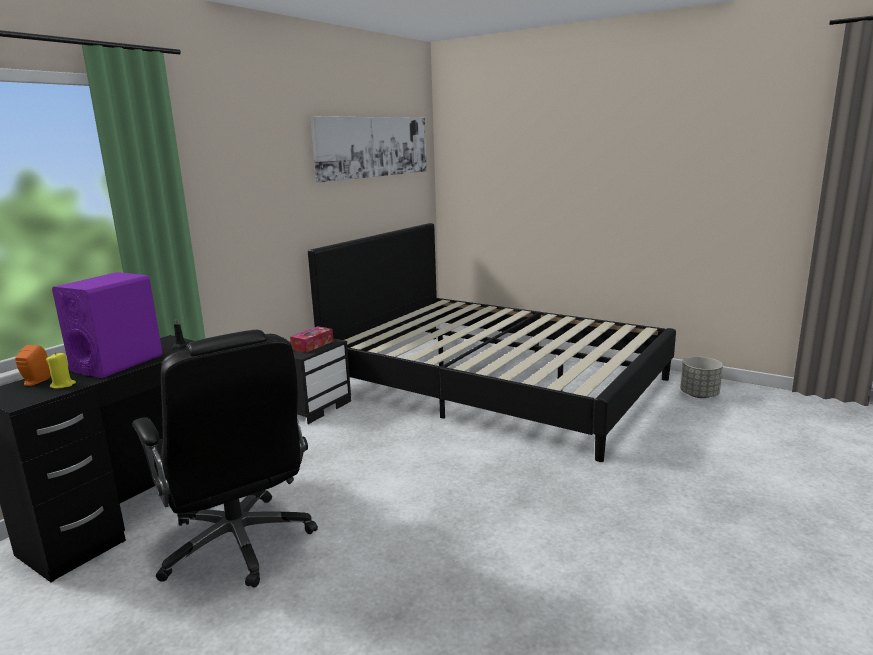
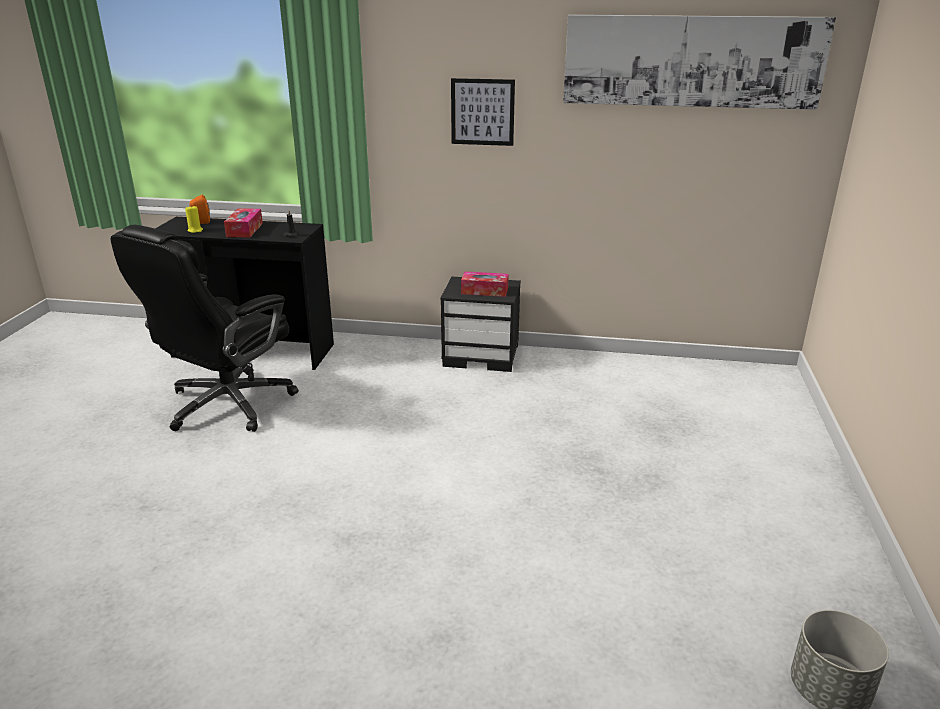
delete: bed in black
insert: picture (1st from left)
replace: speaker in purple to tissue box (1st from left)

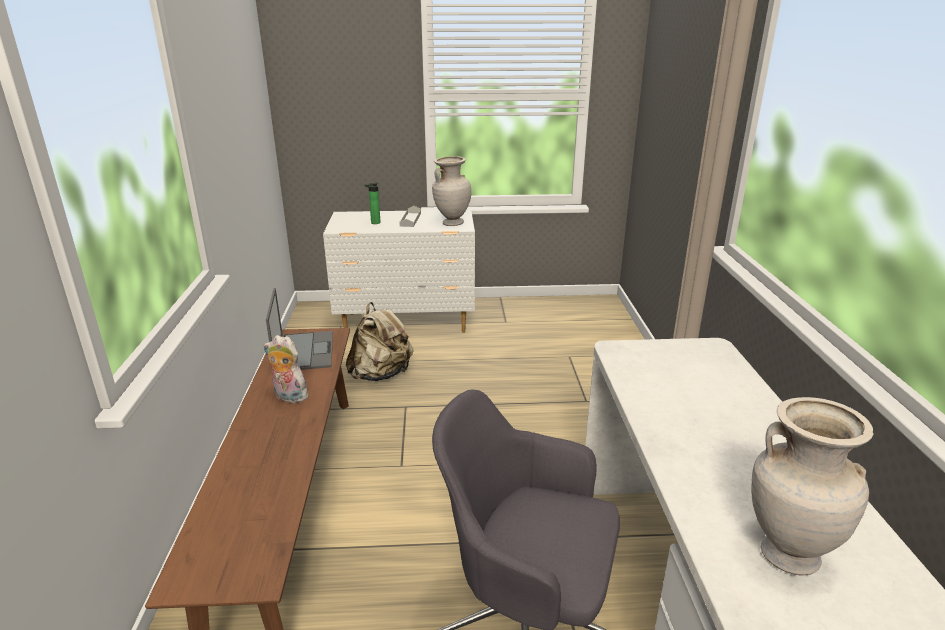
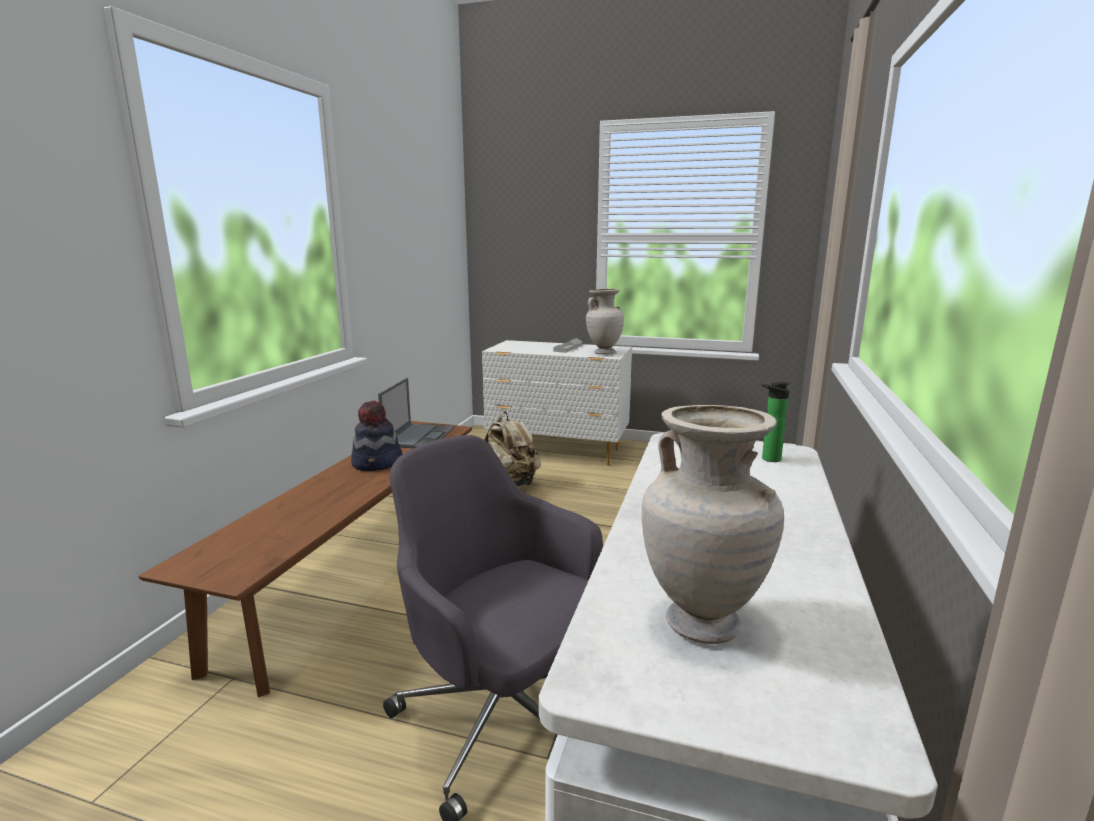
move: bottle
replace: plush toy to hat

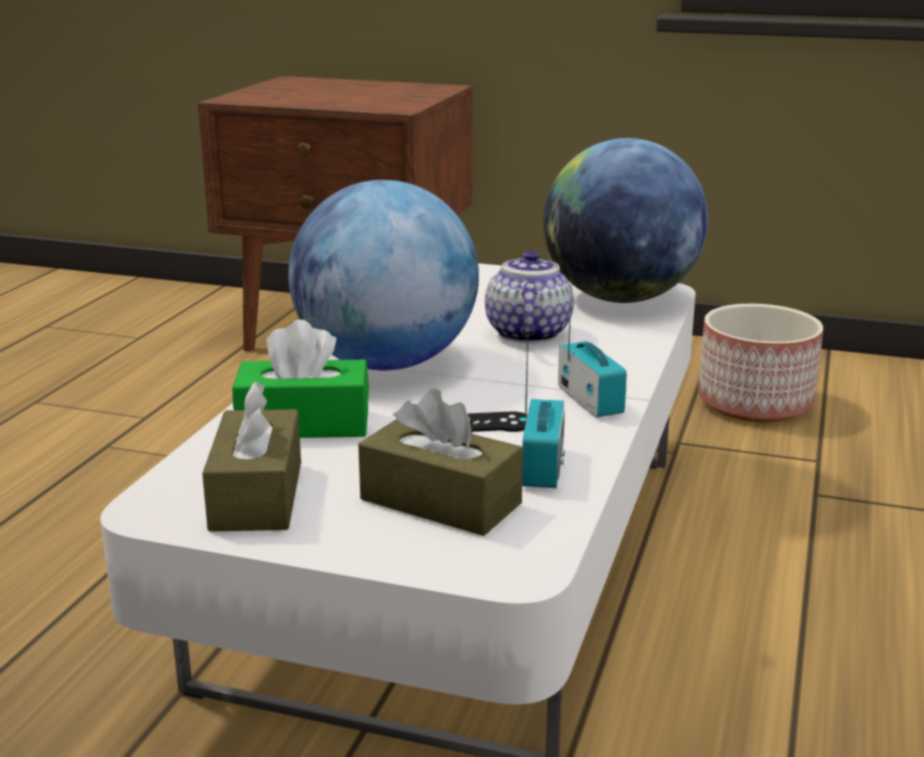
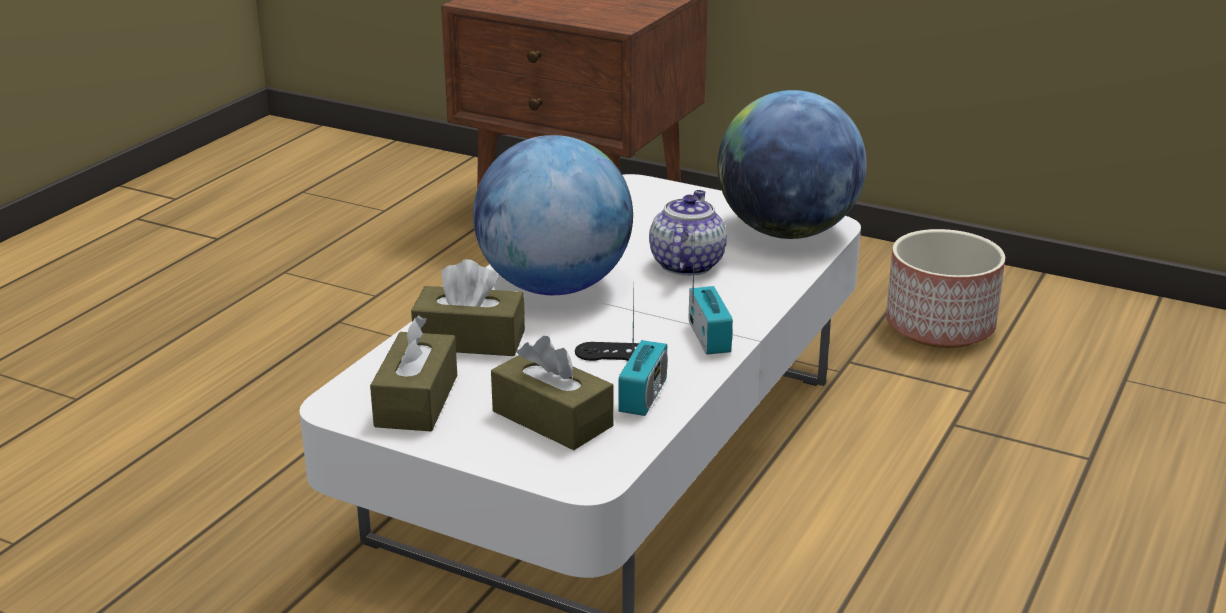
recolor: tissue box in green to tissue box in brown (2nd from left)

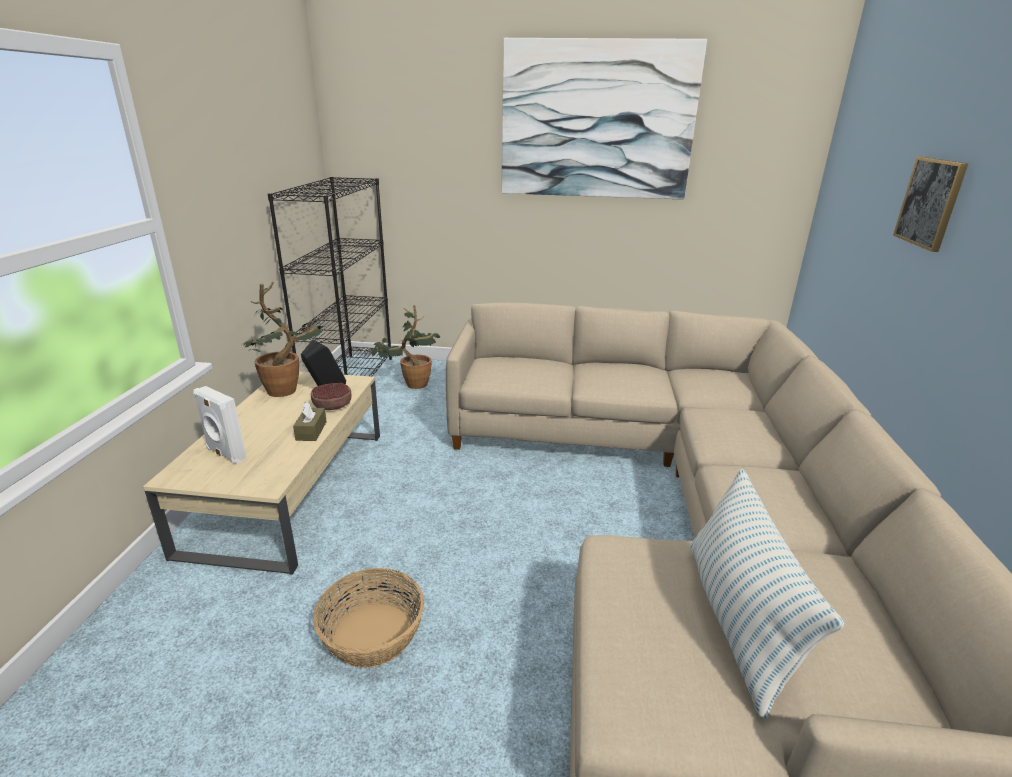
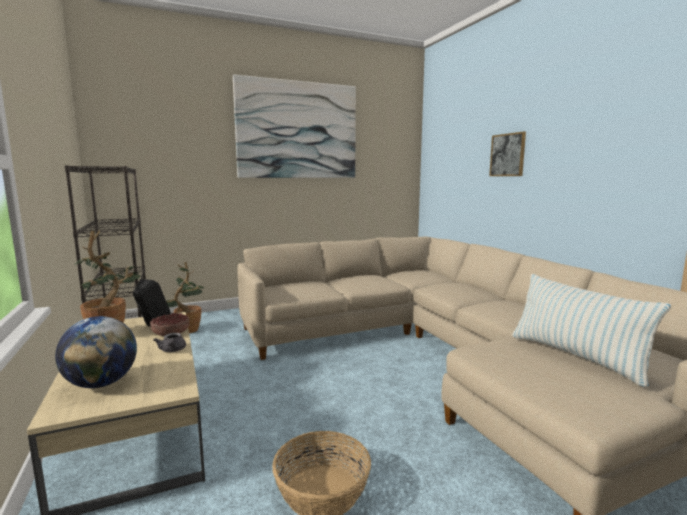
replace: speaker in white to globe; tissue box in brown to teapot in grey

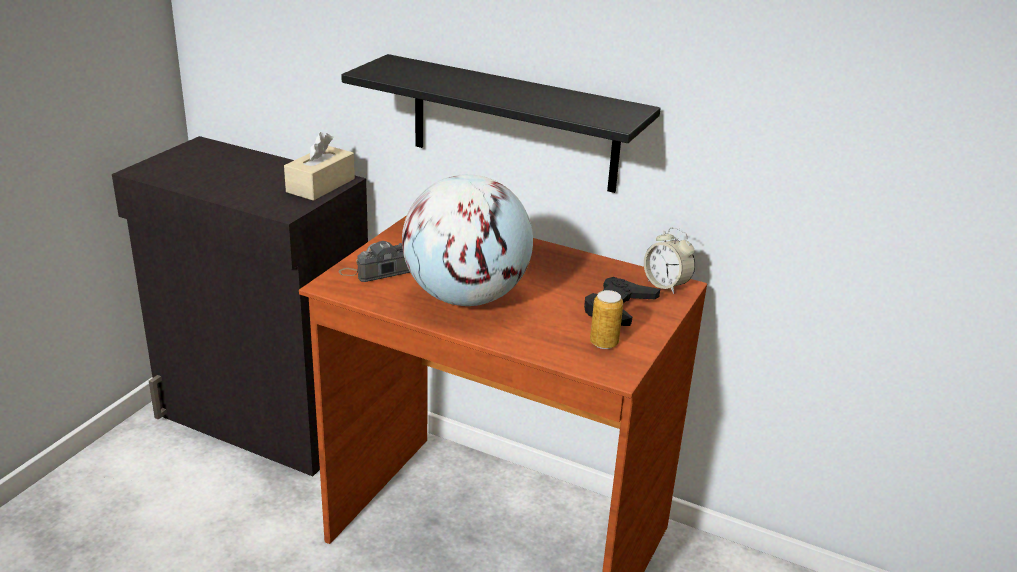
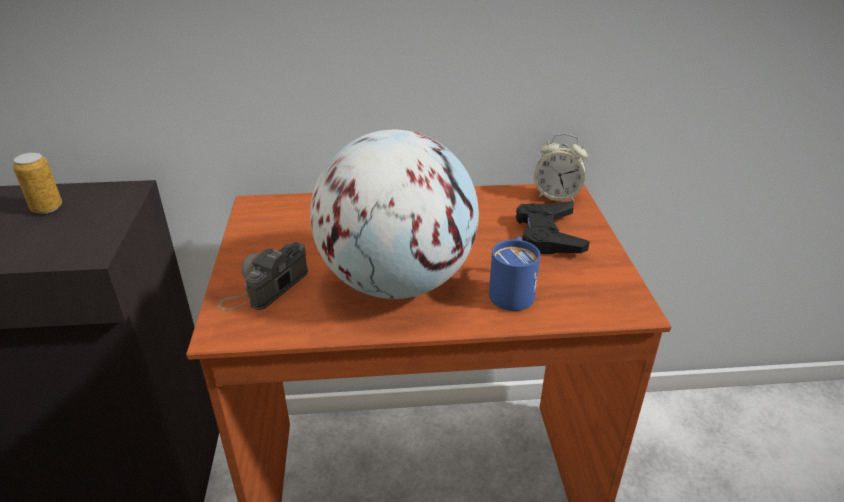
delete: tissue box in beige; shelf in black
insert: mug in blue
move: can

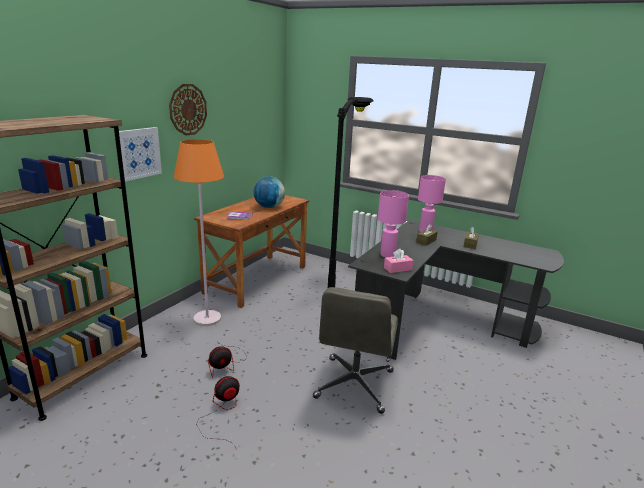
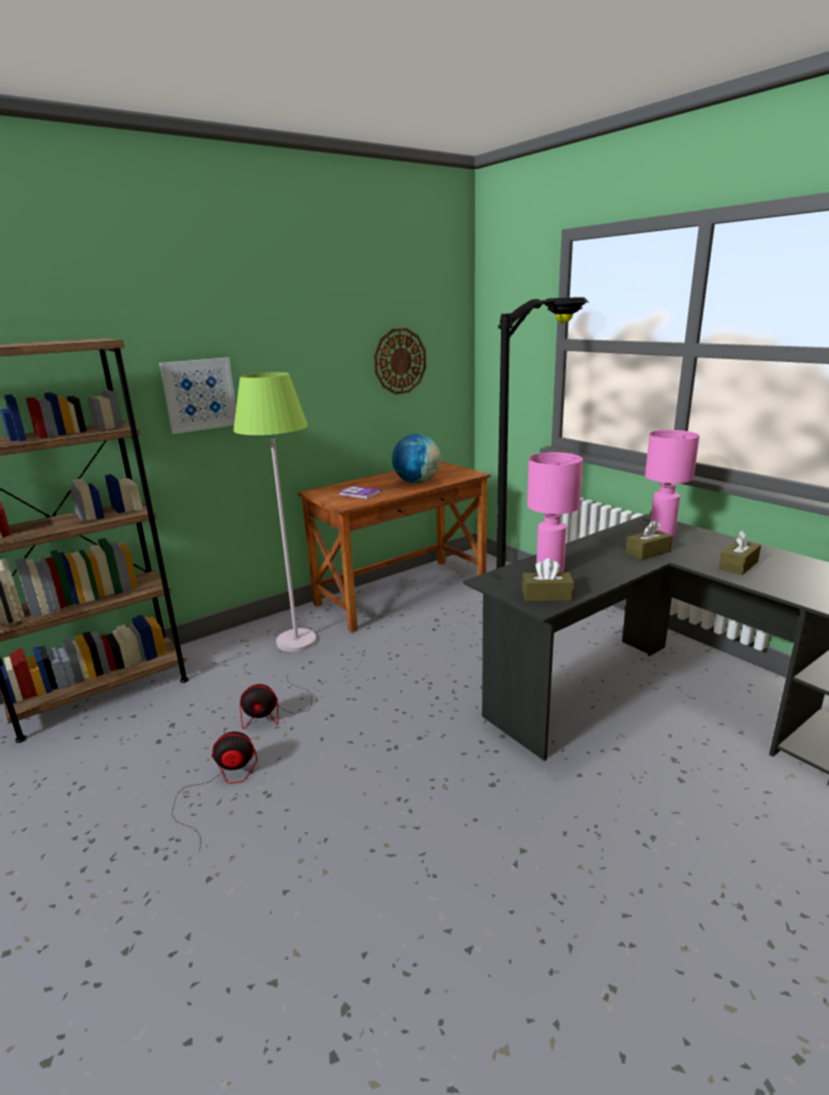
delete: office chair in grey
move: wall clock
recolor: floor lamp in orange to floor lamp in green; tissue box in pink to tissue box in brown (1st from left)

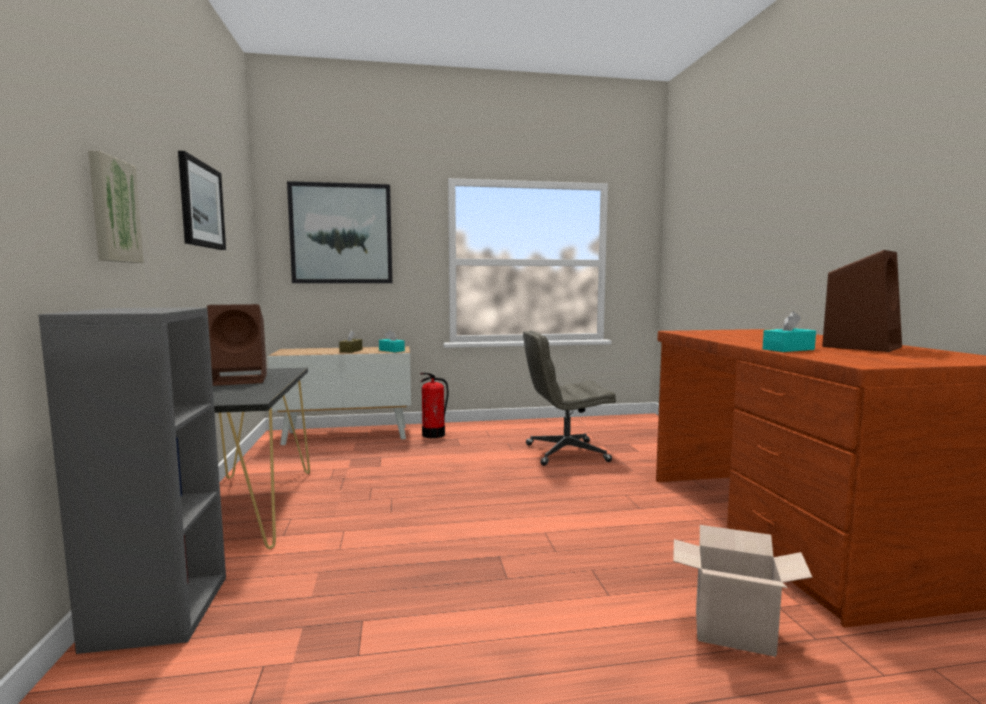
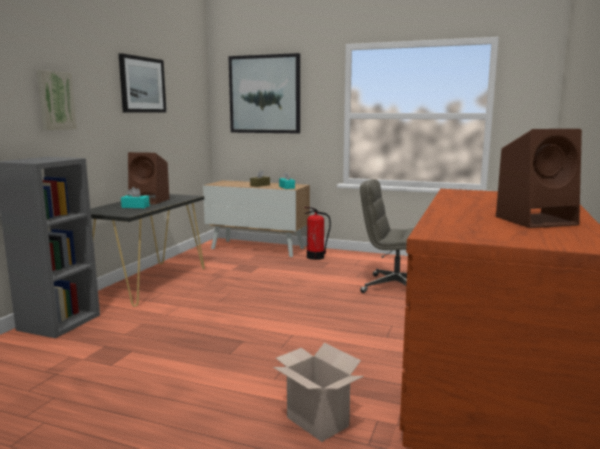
move: tissue box in turquoise (2nd from left in the first image) to tissue box in turquoise (1st from left)

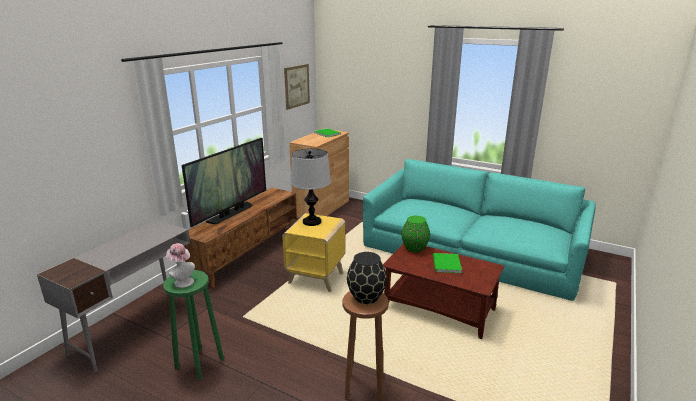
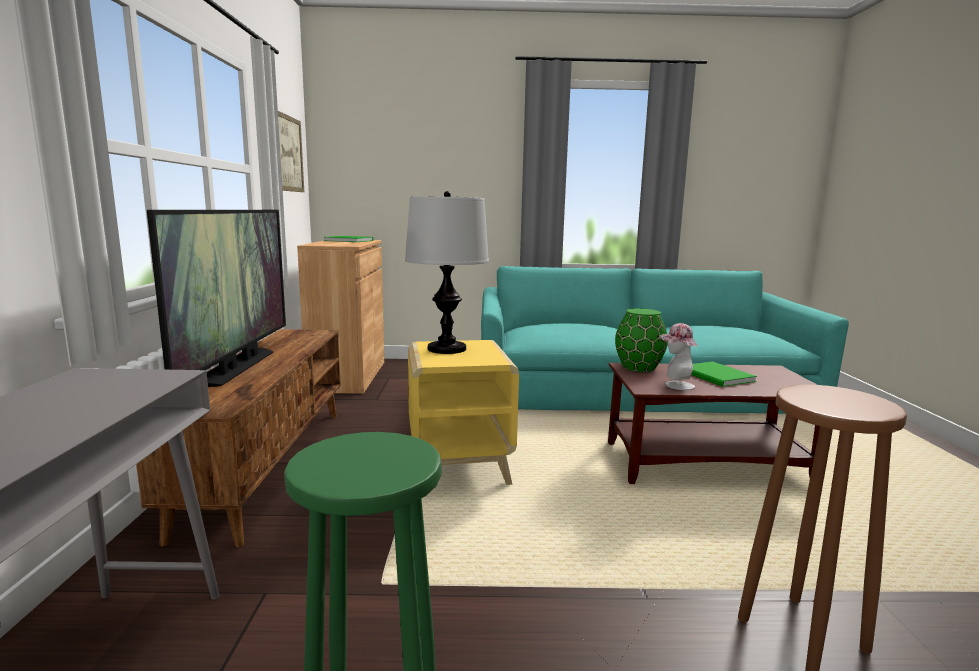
delete: vase in black
move: hat

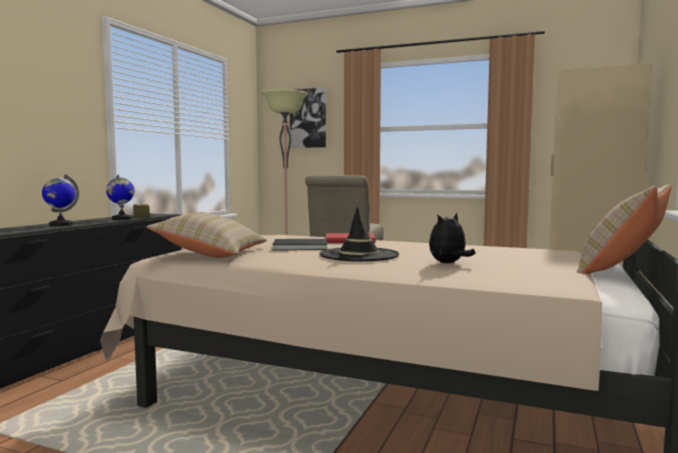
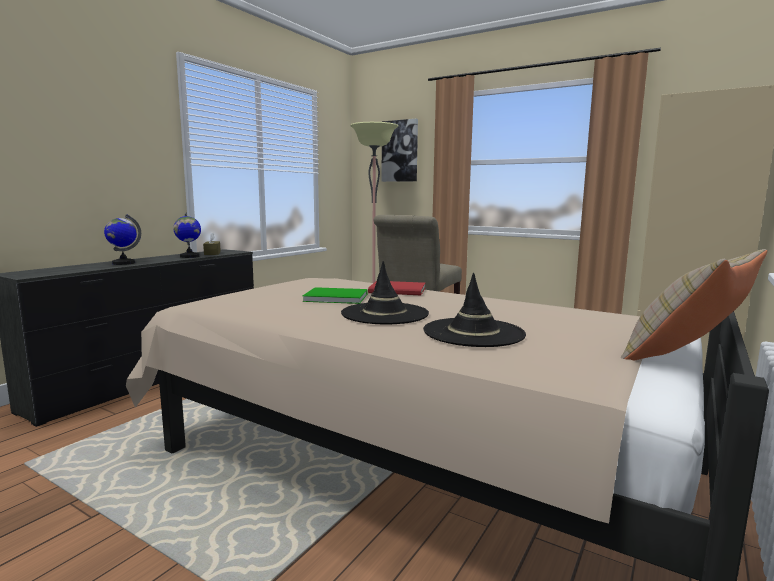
delete: pillow in beige (1st from left)
replace: plush toy to hat in black (2nd from left)
recolor: book in black to book in green

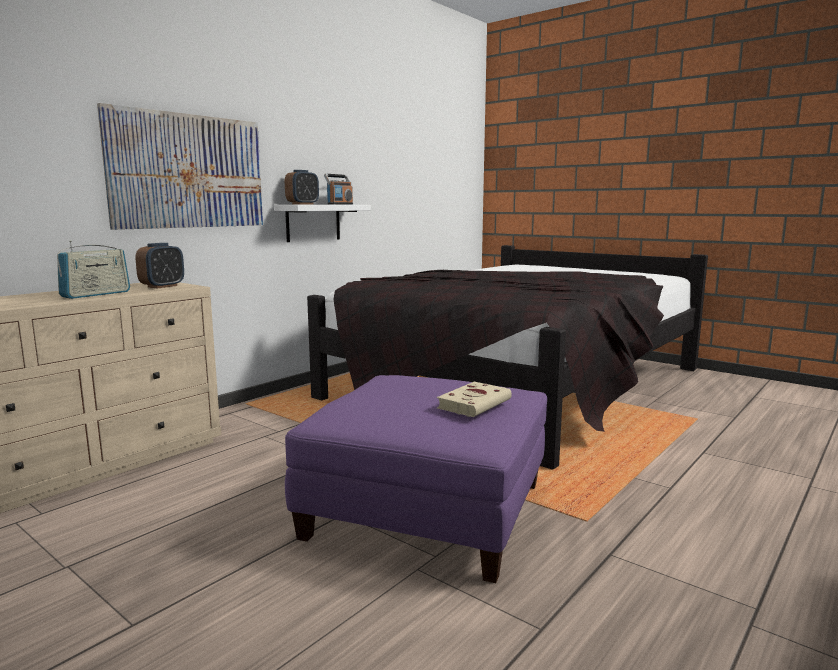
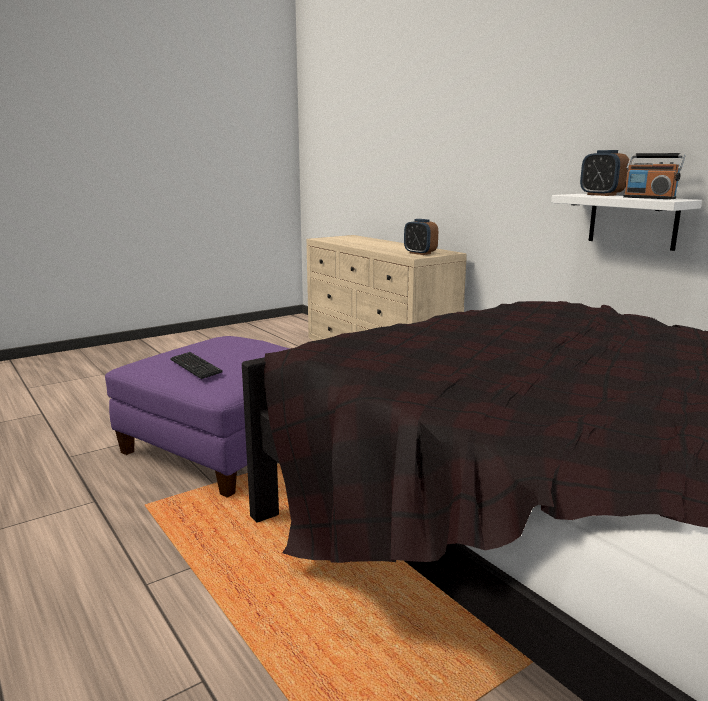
delete: radio (1st from left); picture
replace: book in beige to keyboard

